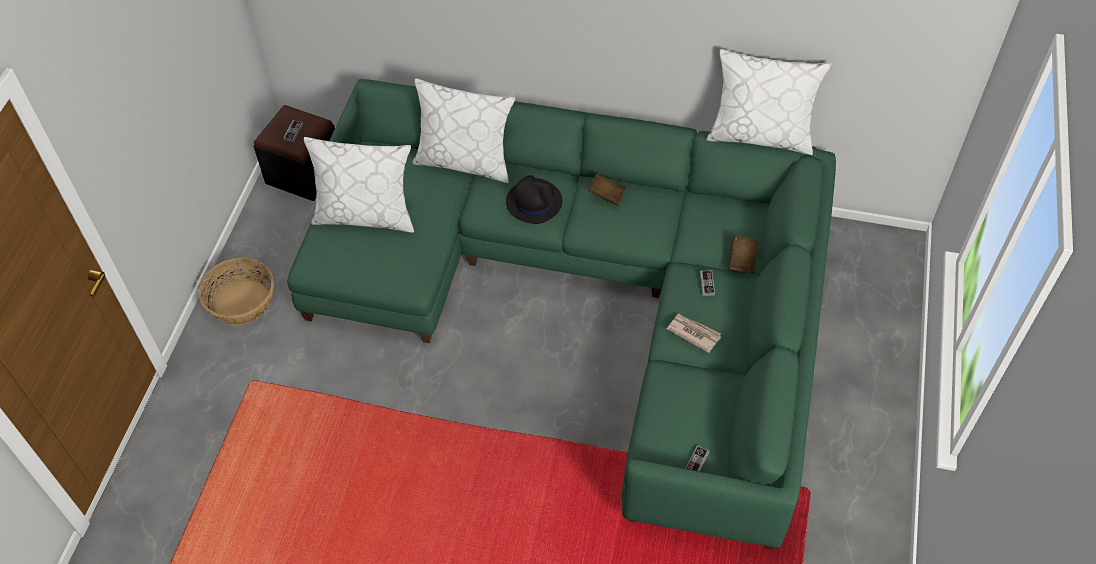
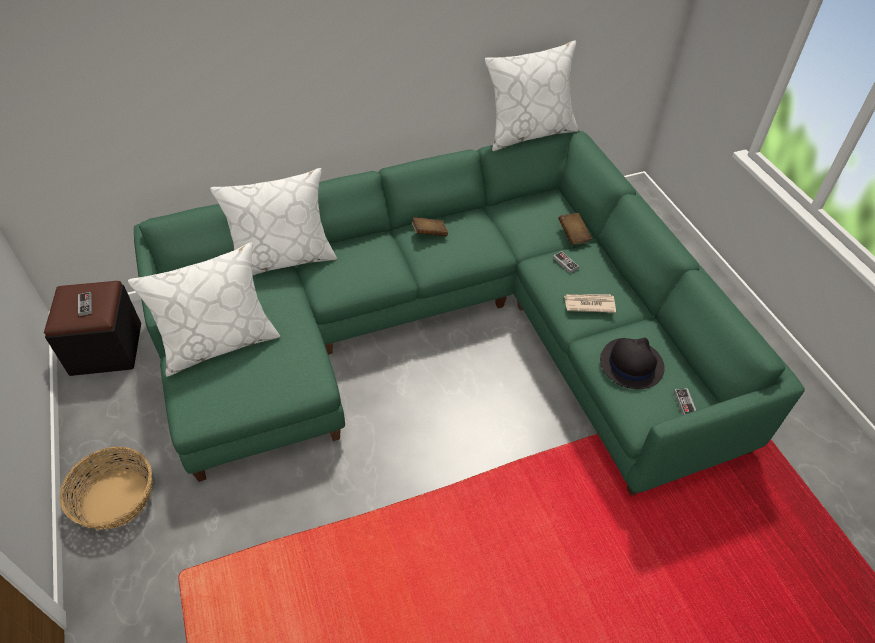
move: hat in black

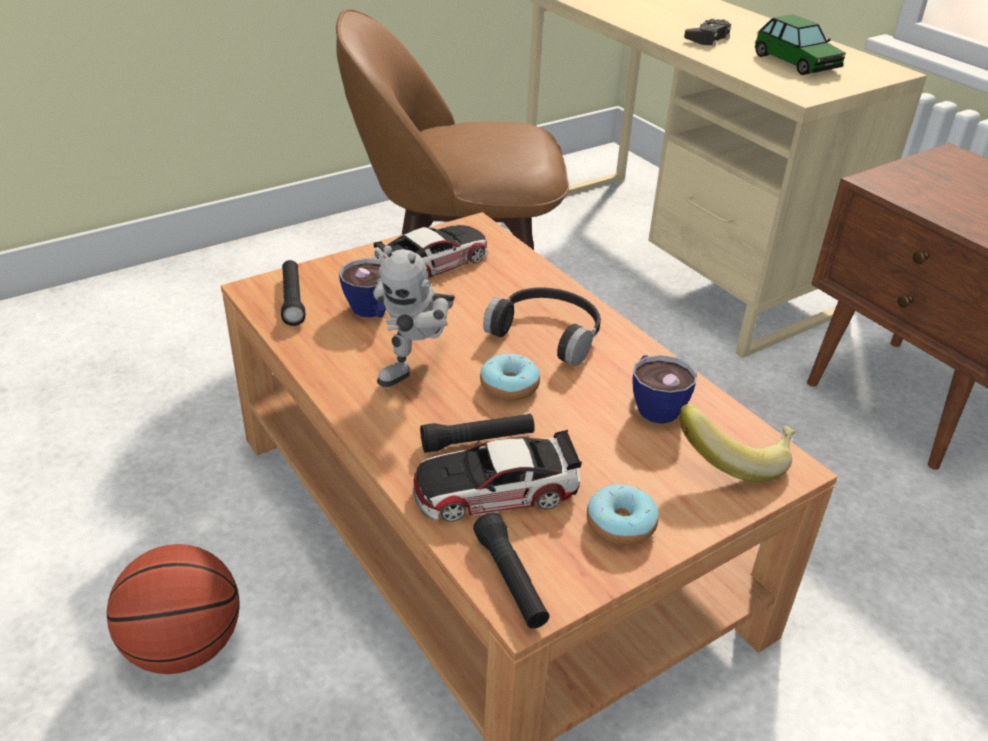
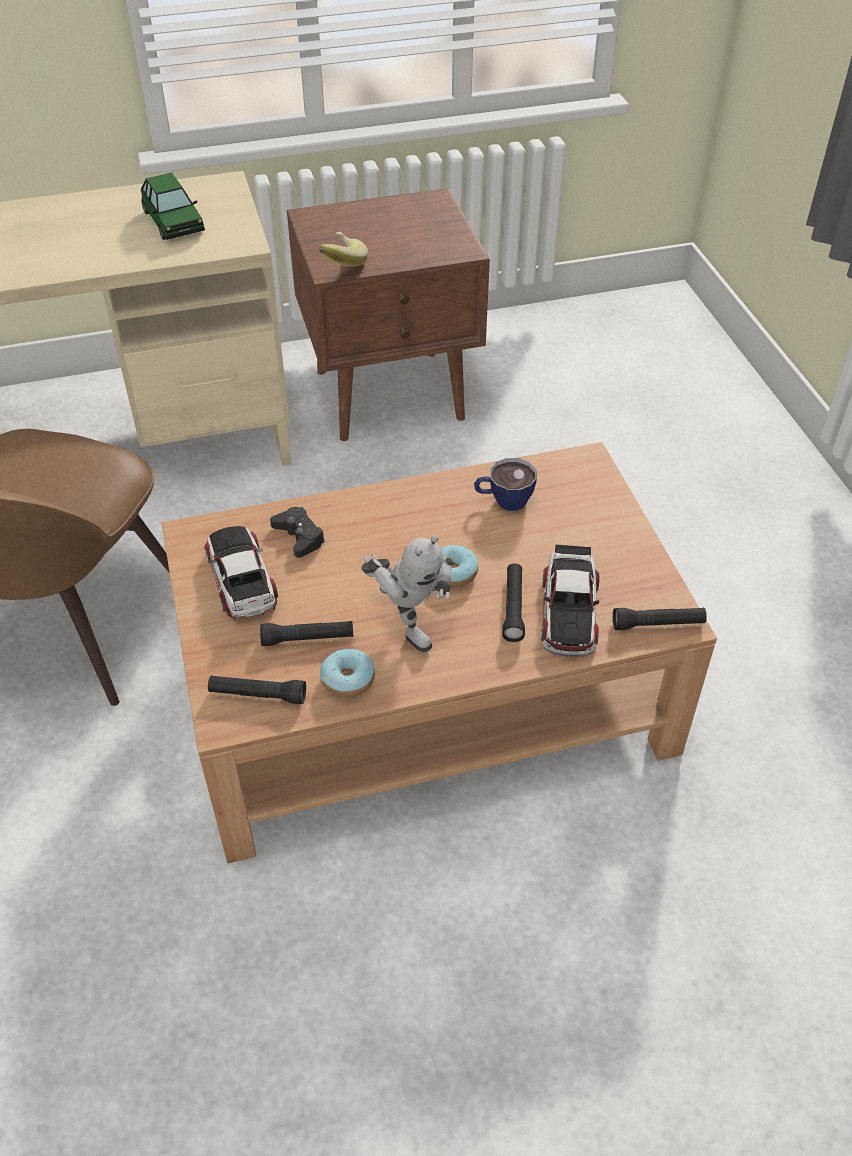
delete: basketball; headphones in black
move: donut (2nd from left in the first image) to donut (1st from left); banana; game controller in black
replace: cup (1st from left) to flashlight in black (2nd from left)
rotate: toy car (3rd from left in the first image) 75 degrees clockwise

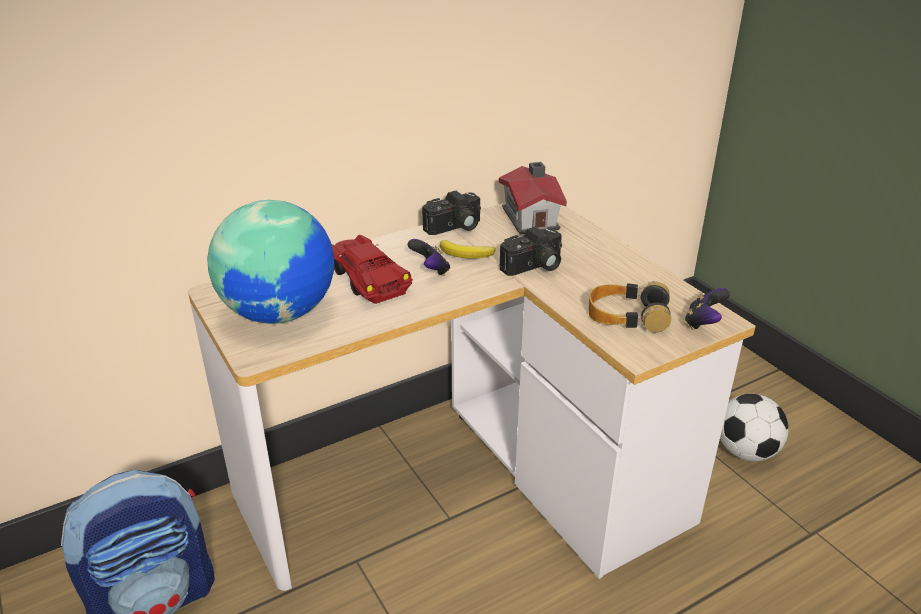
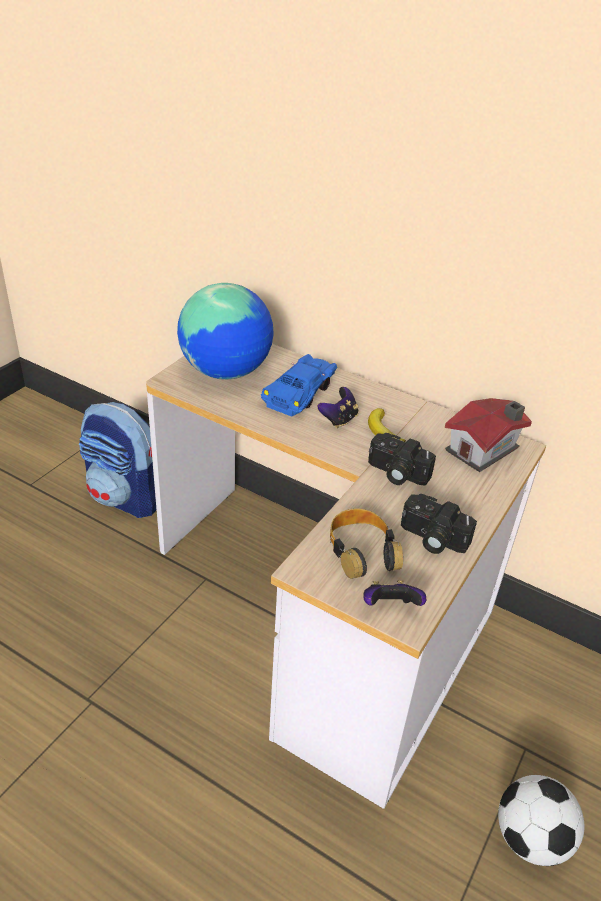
move: photo camera (1st from left in the first image) to photo camera (2nd from left)
recolor: toy car in red to toy car in blue

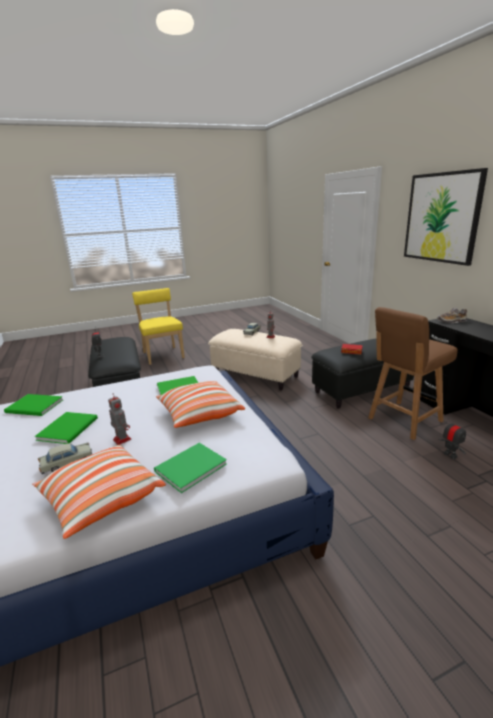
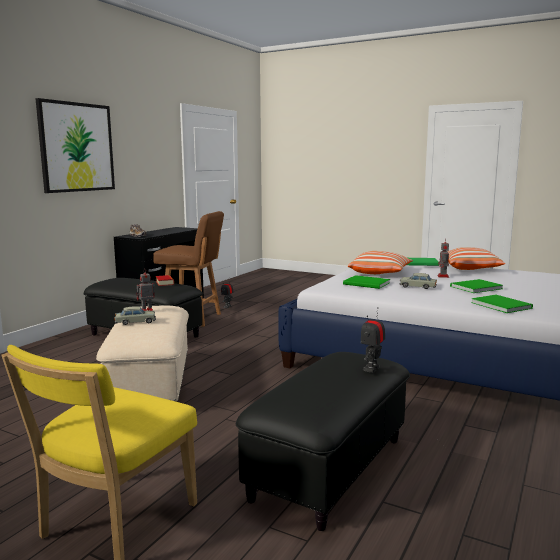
move: toy car in beige (1st from left in the first image) to toy car in beige (2nd from left)

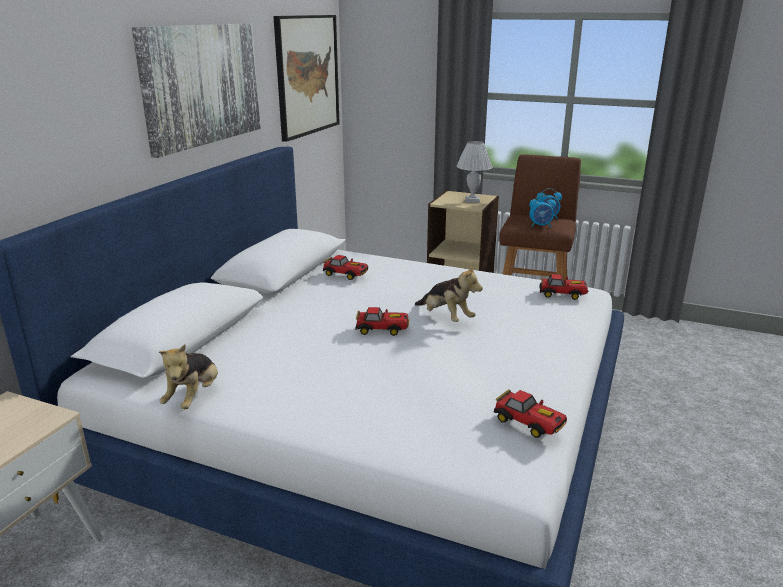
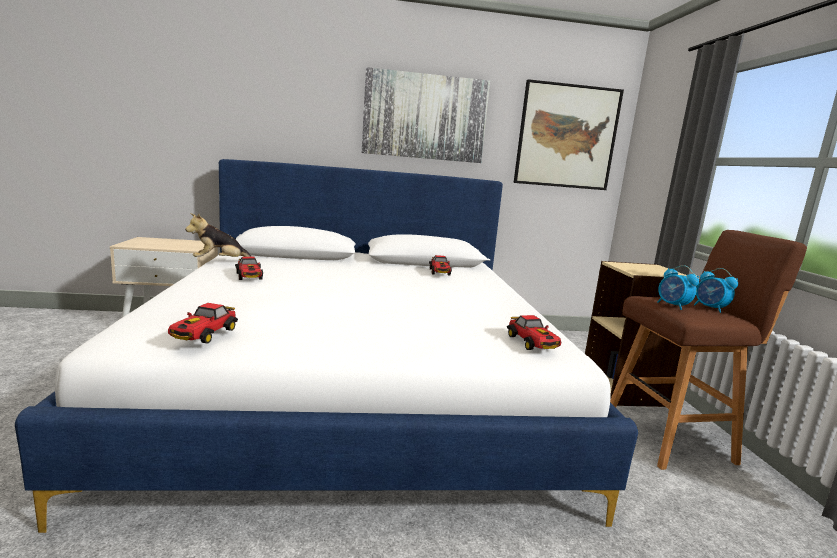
delete: plush toy (2nd from left); table lamp in white
move: toy car (2nd from left)

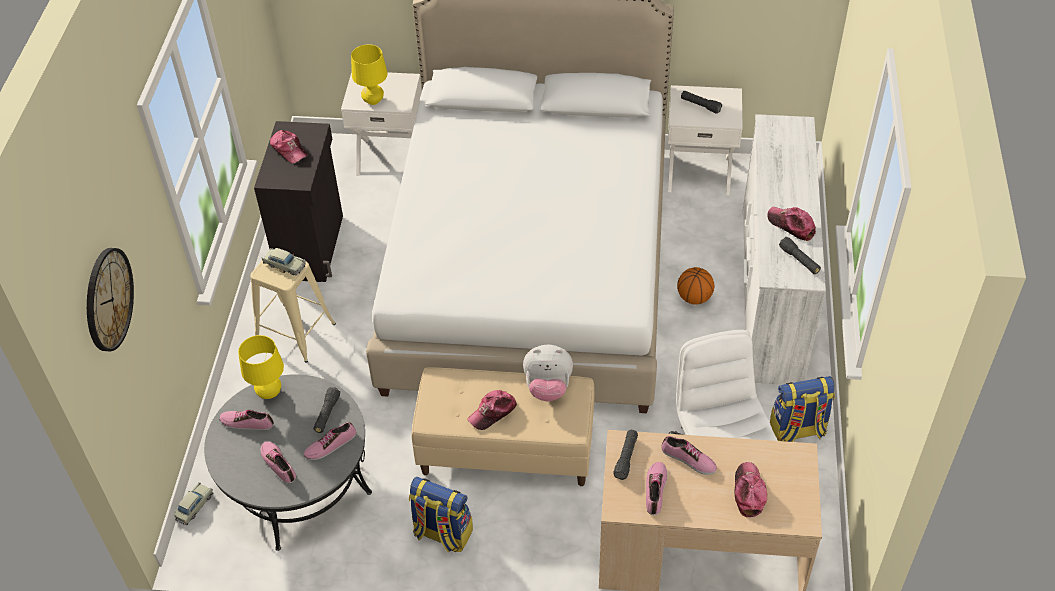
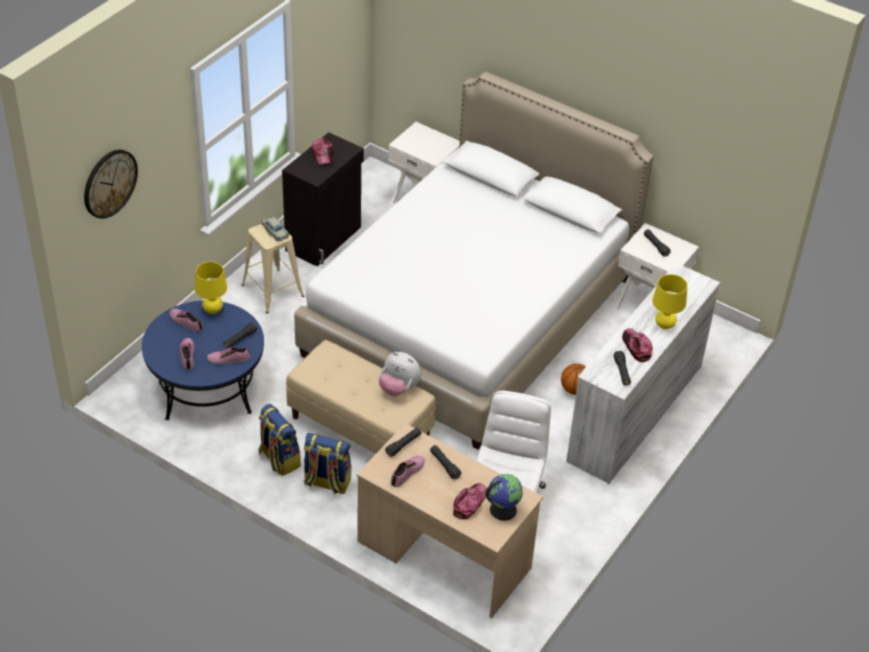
delete: toy car in beige (1st from left); cap (2nd from left)
insert: globe
move: table lamp in yellow (2nd from left); backpack (2nd from left)
replace: shoe (5th from left) to flashlight in black (3rd from left)
recolor: coffee table in grey to coffee table in blue

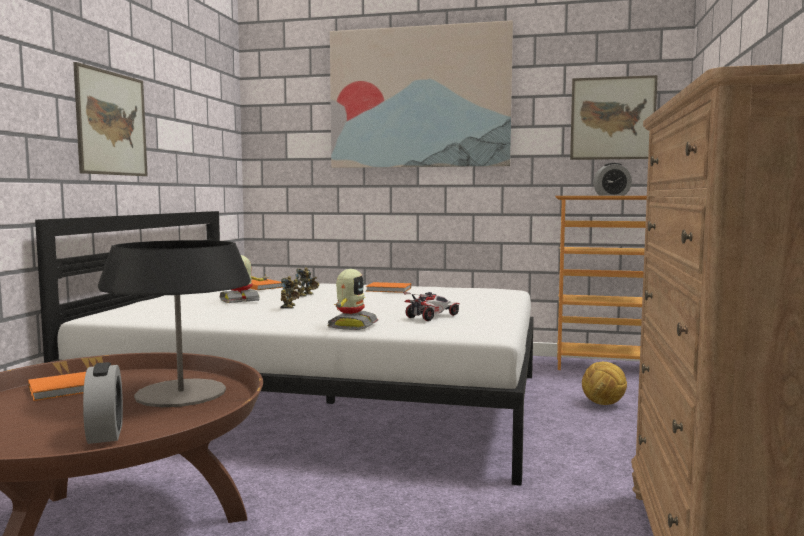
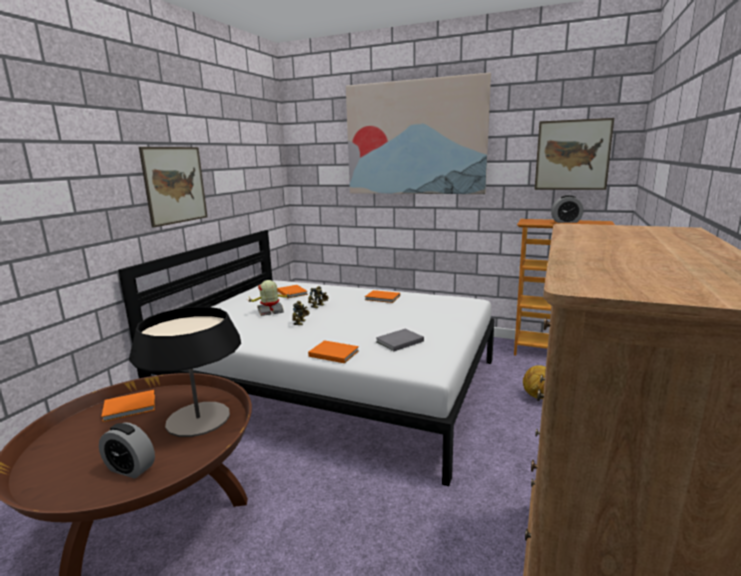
replace: toy robot (4th from left) to book in orange (3rd from left); toy car to book in grey
rotate: alarm clock (1st from left) 120 degrees clockwise

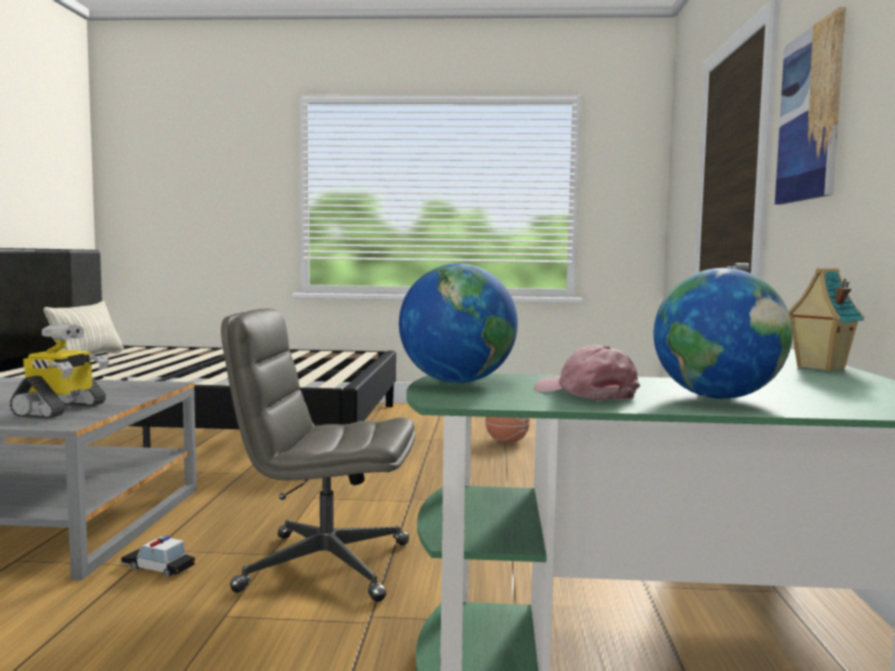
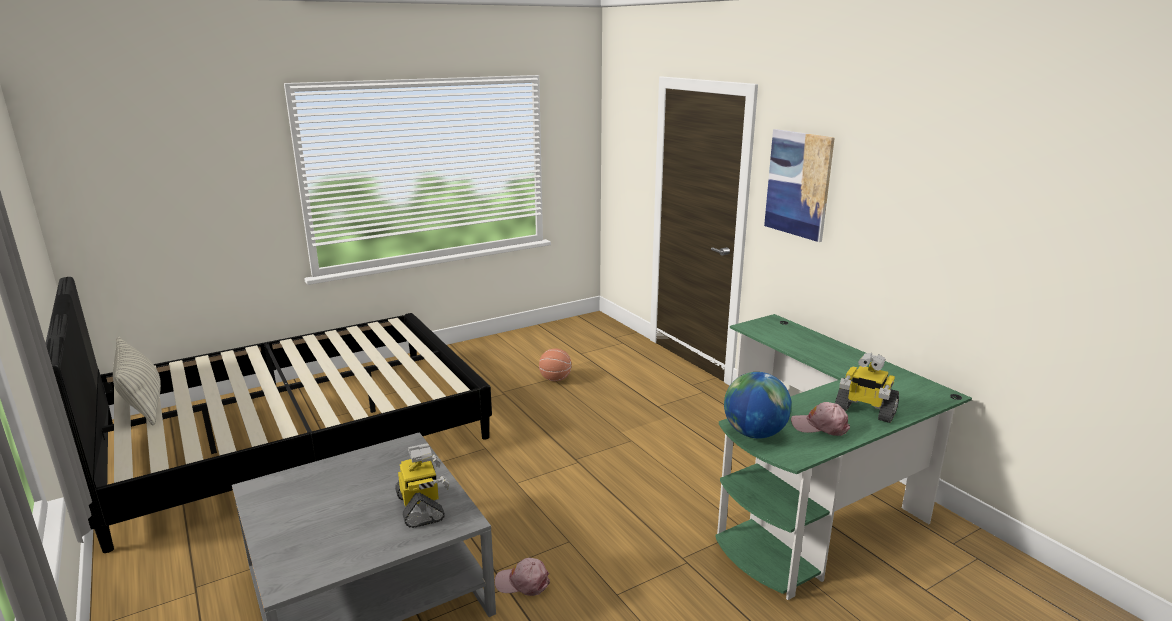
delete: office chair in grey; toy house
replace: toy car to cap in pink (1st from left); globe (2nd from left) to toy robot (2nd from left)

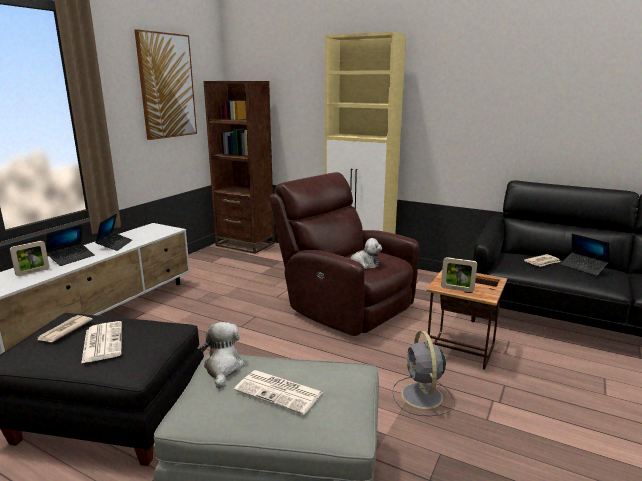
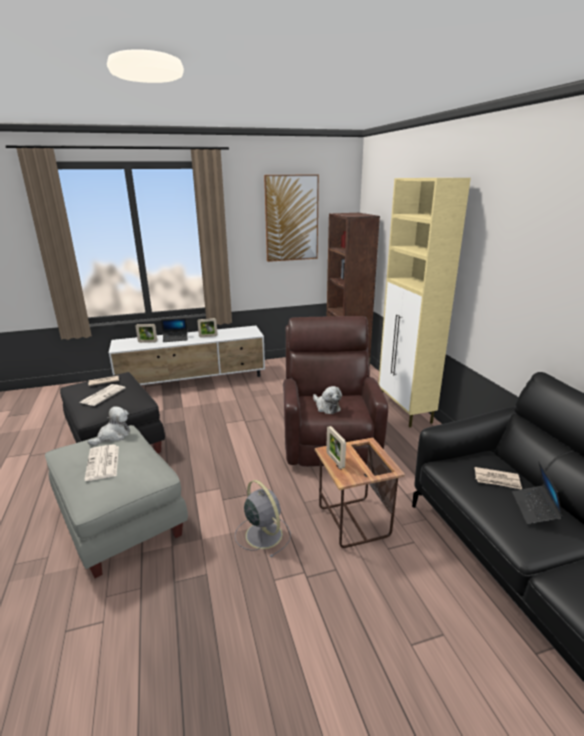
replace: laptop (2nd from left) to picture frame (2nd from left)
rotate: fan in grey 105 degrees clockwise

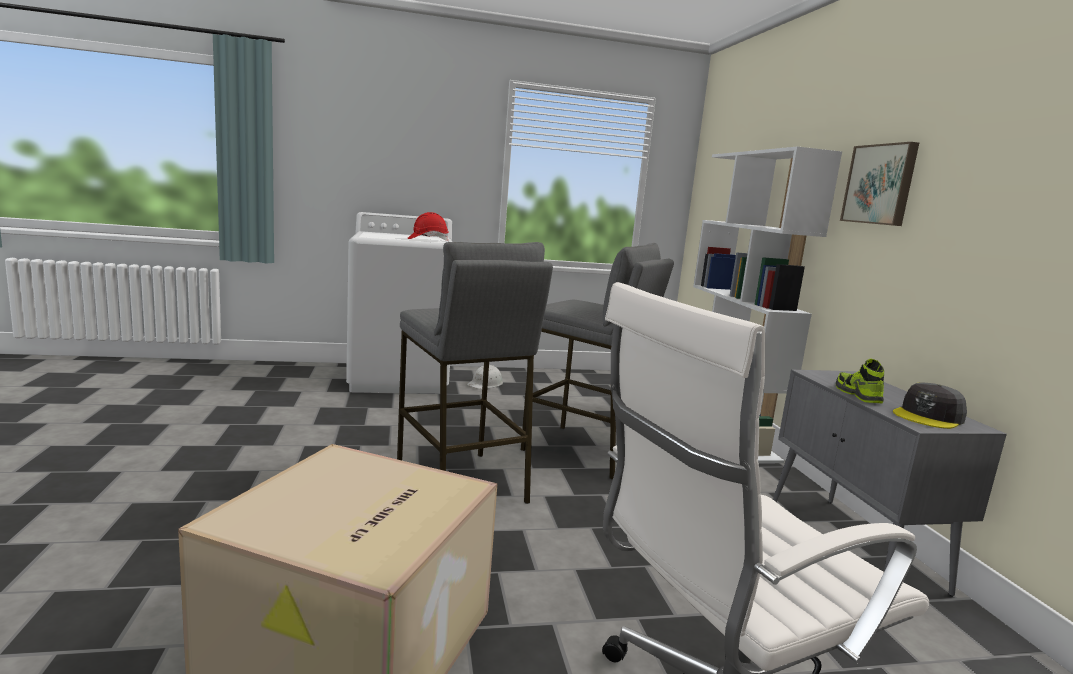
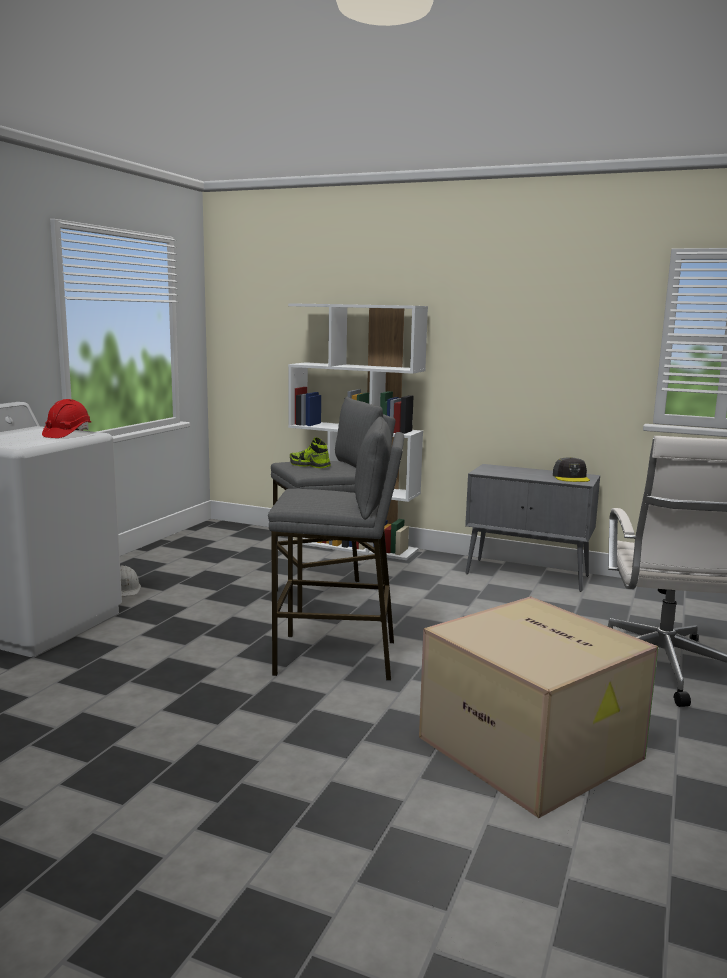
delete: picture
move: shoe

